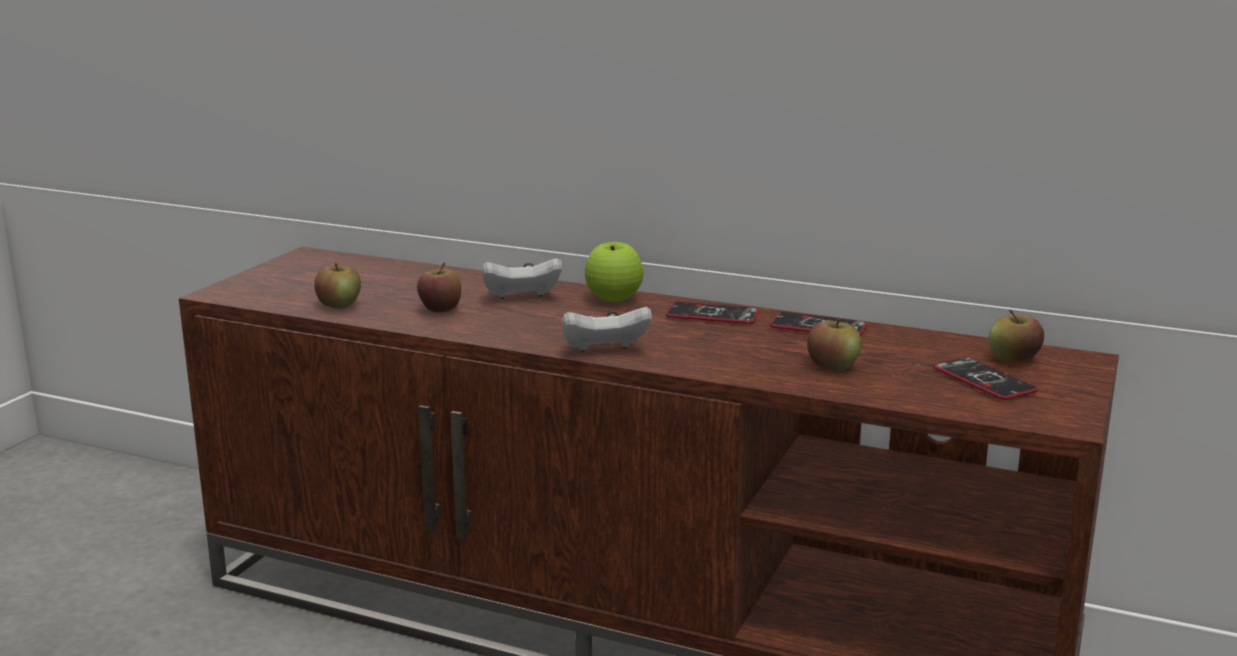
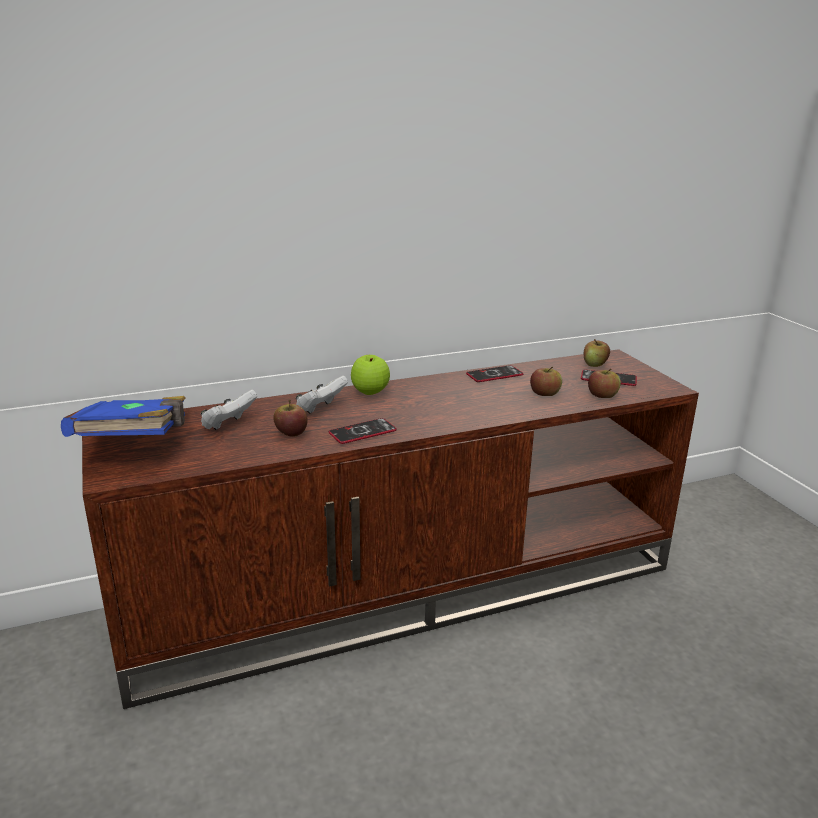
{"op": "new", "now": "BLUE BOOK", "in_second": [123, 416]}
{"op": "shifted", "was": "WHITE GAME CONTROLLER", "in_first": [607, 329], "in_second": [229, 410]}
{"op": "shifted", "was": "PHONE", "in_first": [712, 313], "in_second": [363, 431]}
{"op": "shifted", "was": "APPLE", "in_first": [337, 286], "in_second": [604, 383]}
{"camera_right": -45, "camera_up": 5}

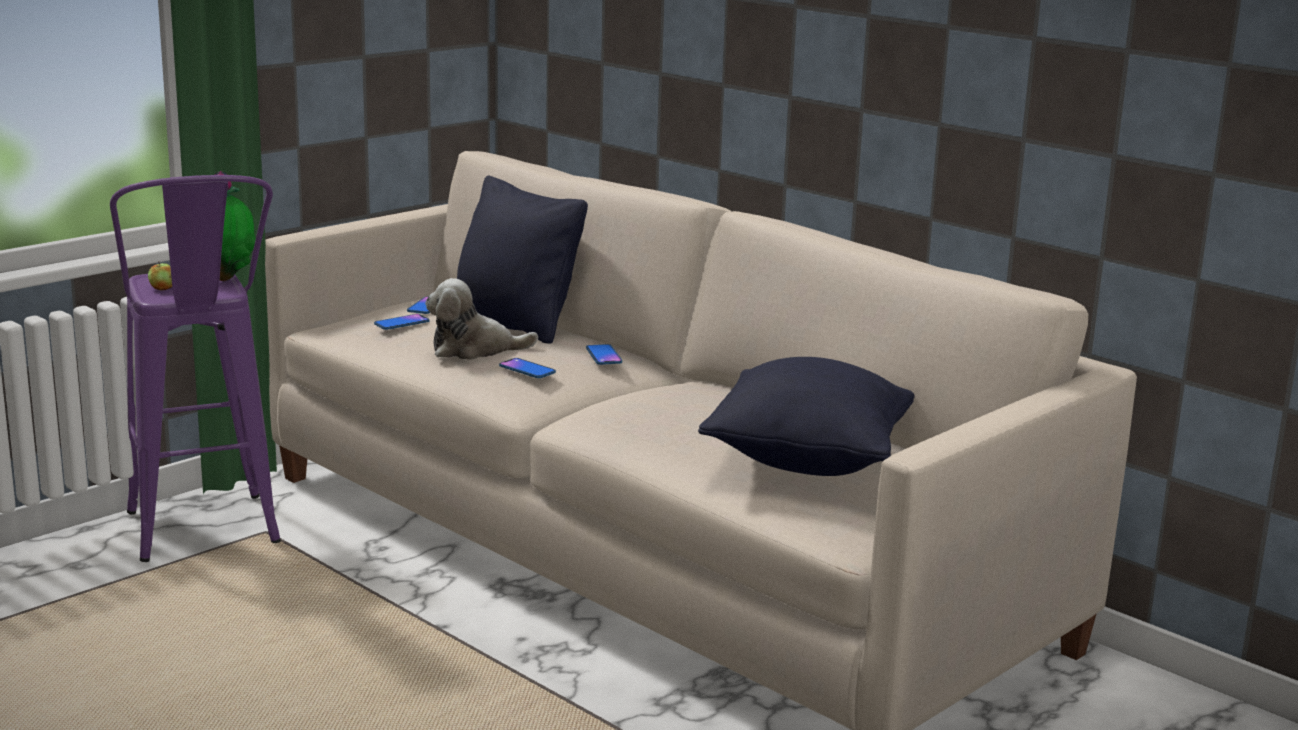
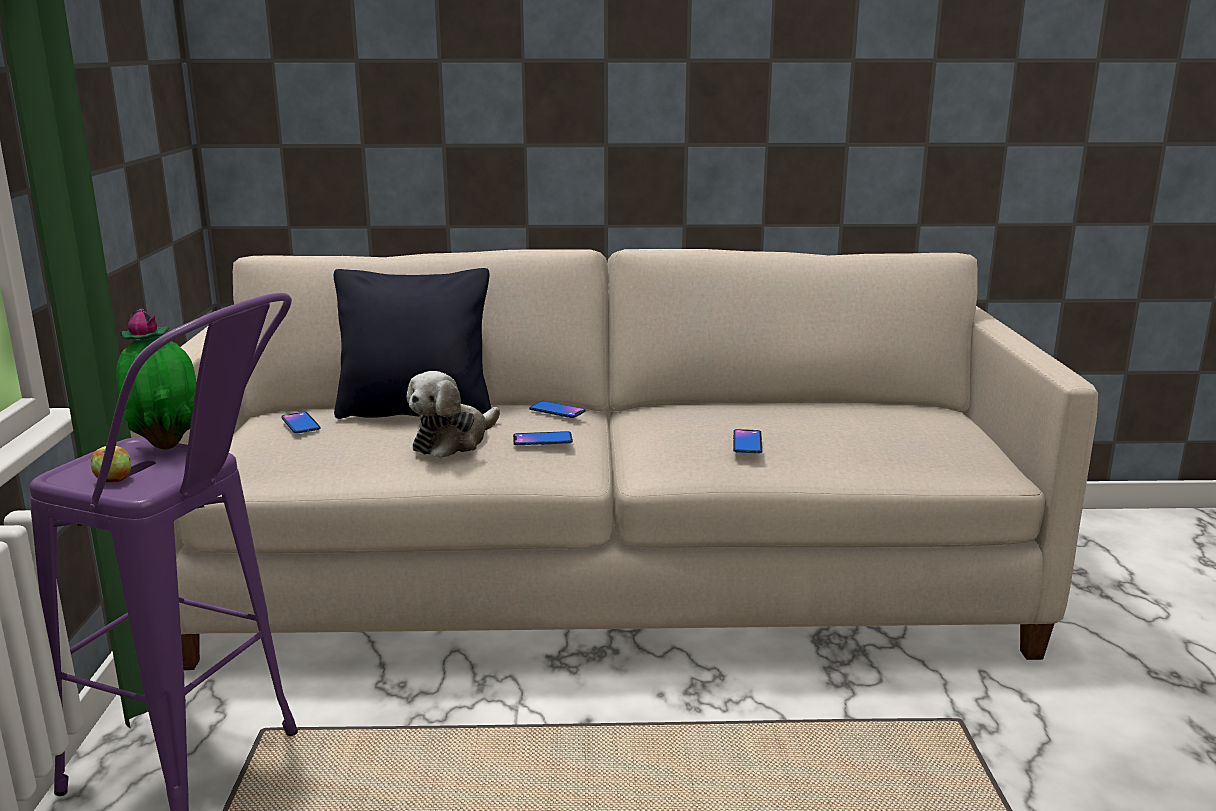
{"op": "shifted", "was": "PHONE", "in_first": [401, 322], "in_second": [747, 441]}
{"op": "gone", "was": "BLACK PILLOW", "in_first": [806, 416]}
{"camera_right": -45, "camera_up": 0}

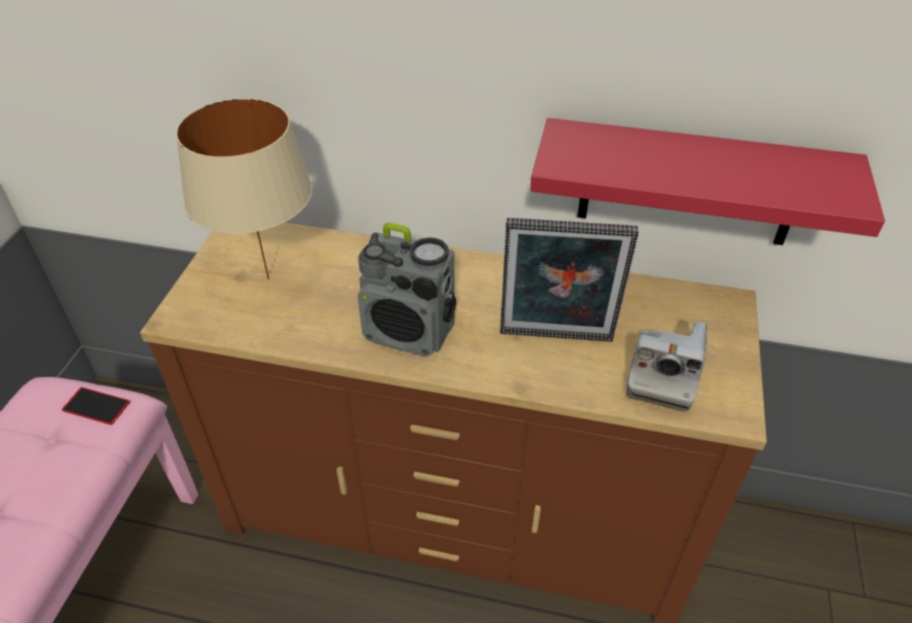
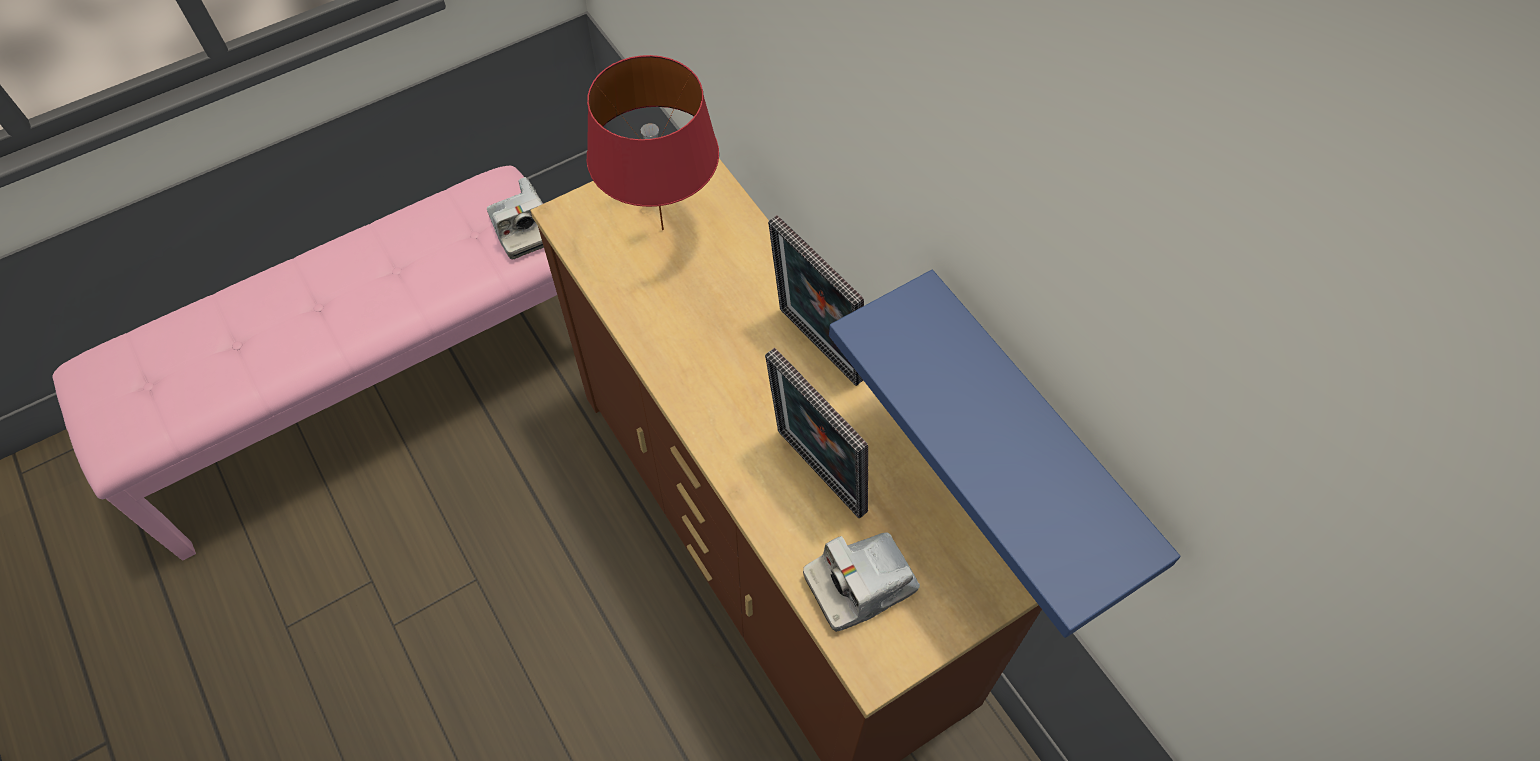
{"op": "swapped", "was": "PHONE", "now": "PHOTO CAMERA", "in_first": [95, 406], "in_second": [515, 218]}
{"op": "repainted", "was": "BEIGE TABLE LAMP", "now": "RED TABLE LAMP", "in_first": [244, 189], "in_second": [653, 142]}
{"op": "new", "now": "PICTURE FRAME", "in_second": [816, 300]}
{"op": "repainted", "was": "RED SHELF", "now": "BLUE SHELF", "in_first": [707, 181], "in_second": [1004, 454]}
{"op": "gone", "was": "RADIO", "in_first": [406, 289]}
{"camera_right": 45, "camera_up": 15}

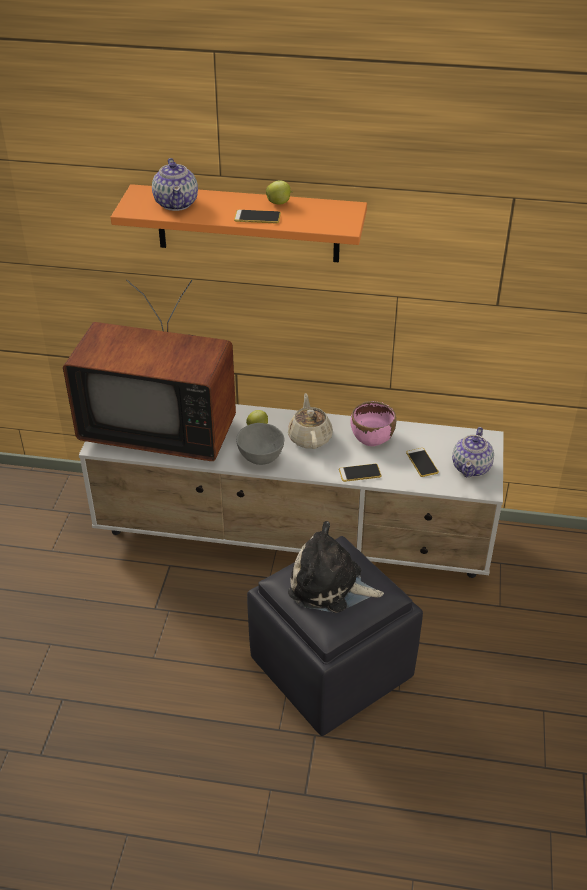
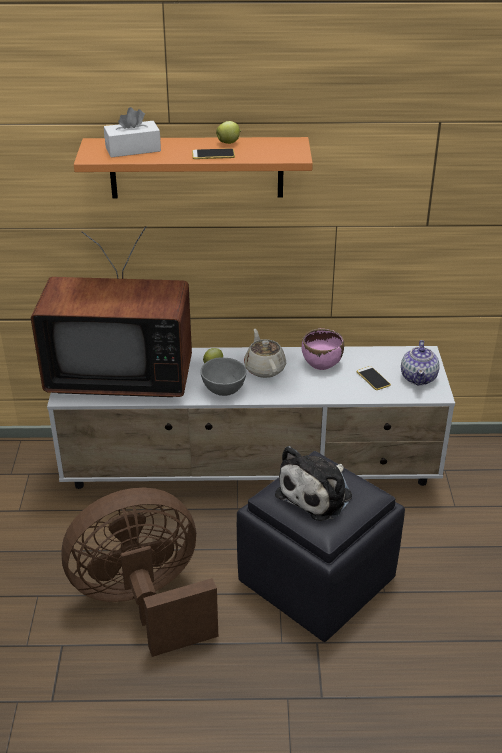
{"op": "new", "now": "BROWN FAN", "in_second": [139, 572]}
{"op": "swapped", "was": "TEAPOT", "now": "WHITE TISSUE BOX", "in_first": [175, 184], "in_second": [132, 132]}
{"op": "rotated", "was": "PLUSH TOY", "in_first": [336, 567], "in_second": [313, 483], "clockwise": -60}
{"op": "gone", "was": "PHONE", "in_first": [360, 473]}
{"camera_right": -10, "camera_up": -5}

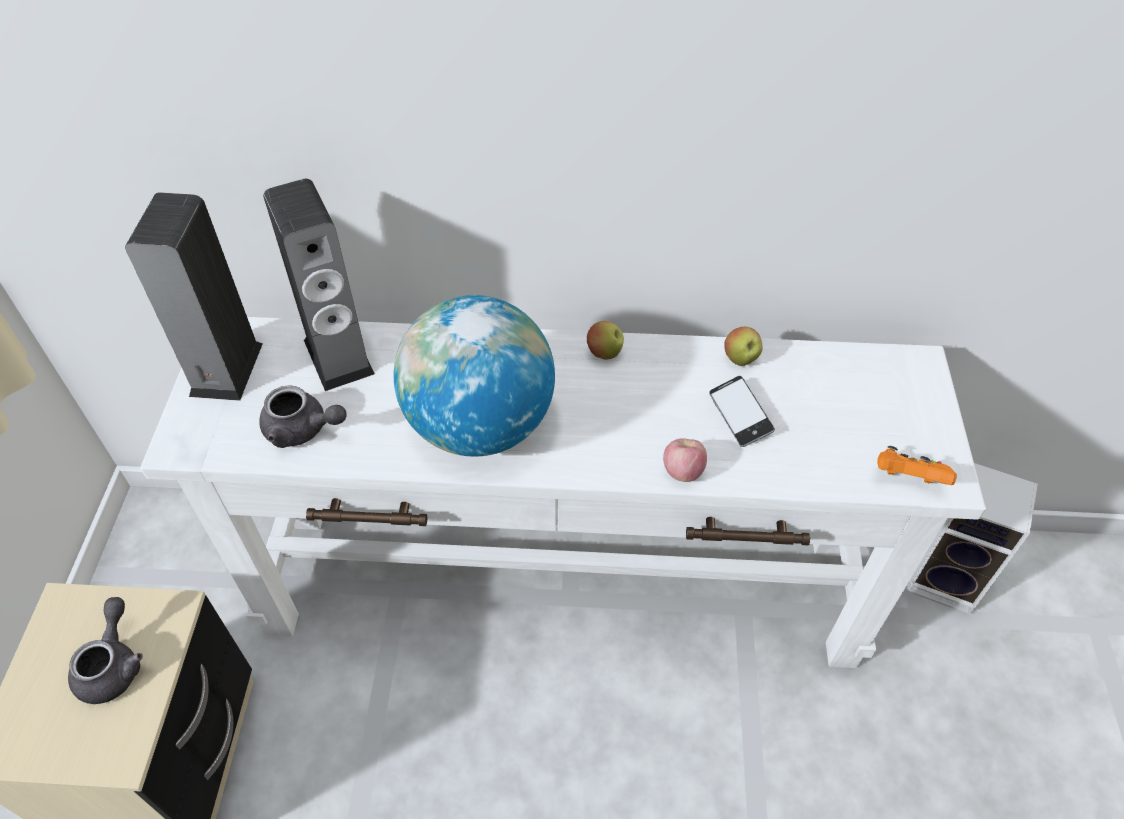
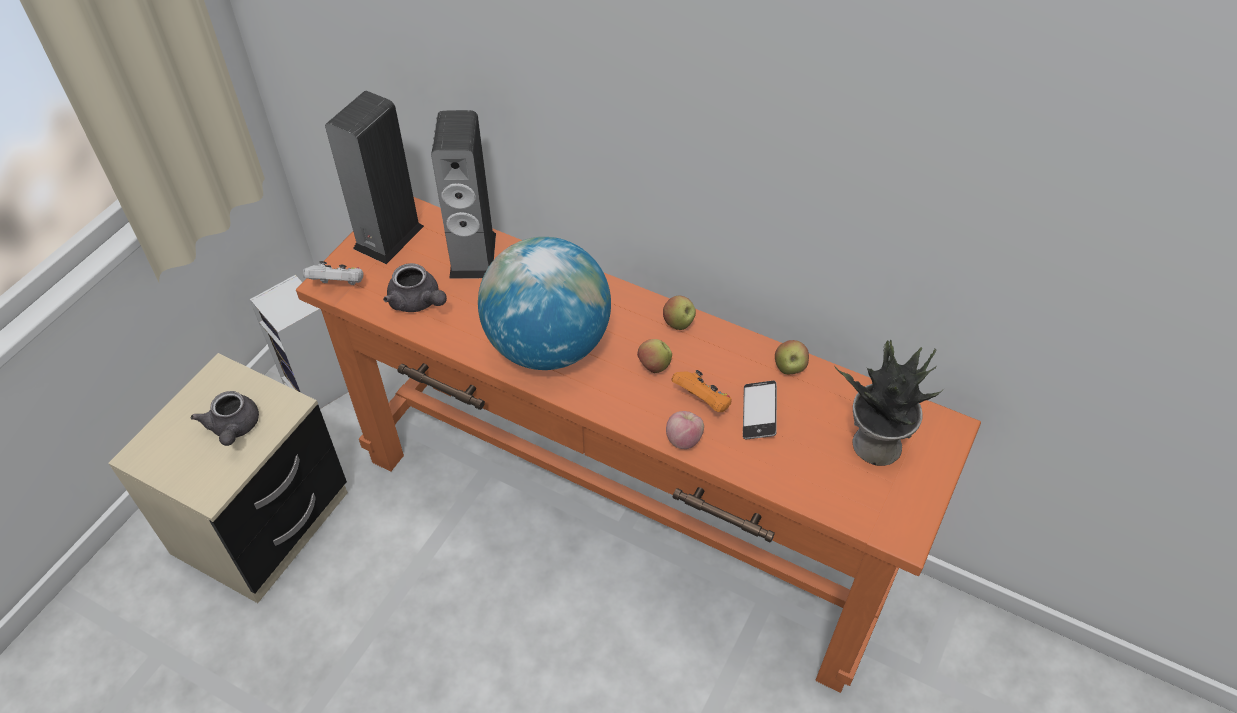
{"op": "rotated", "was": "GREY TEAPOT", "in_first": [105, 650], "in_second": [225, 418], "clockwise": 135}
{"op": "shifted", "was": "SPEAKER", "in_first": [972, 539], "in_second": [298, 342]}
{"op": "repainted", "was": "WHITE CONSOLE TABLE", "now": "ORANGE CONSOLE TABLE", "in_first": [563, 492], "in_second": [638, 445]}
{"op": "new", "now": "WHITE GAME CONTROLLER", "in_second": [333, 273]}
{"op": "new", "now": "APPLE", "in_second": [654, 356]}
{"op": "shifted", "was": "ORANGE GAME CONTROLLER", "in_first": [917, 465], "in_second": [702, 391]}
{"op": "new", "now": "POTTED PLANT", "in_second": [887, 403]}
{"camera_right": 25, "camera_up": 0}

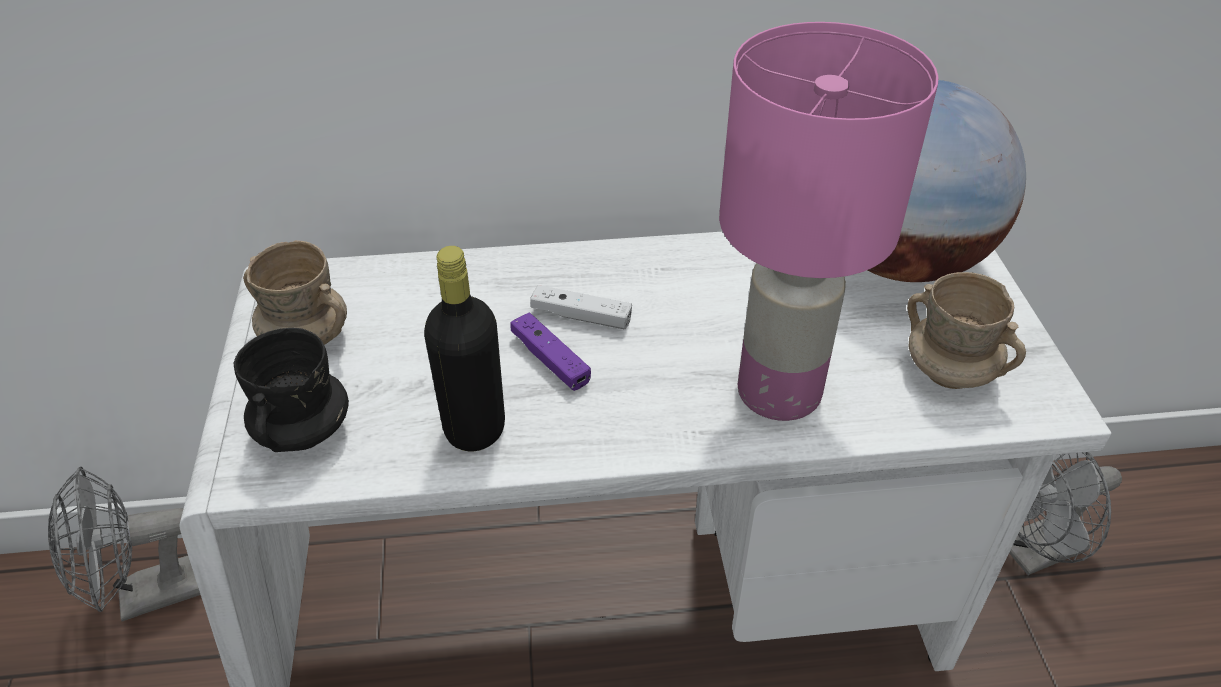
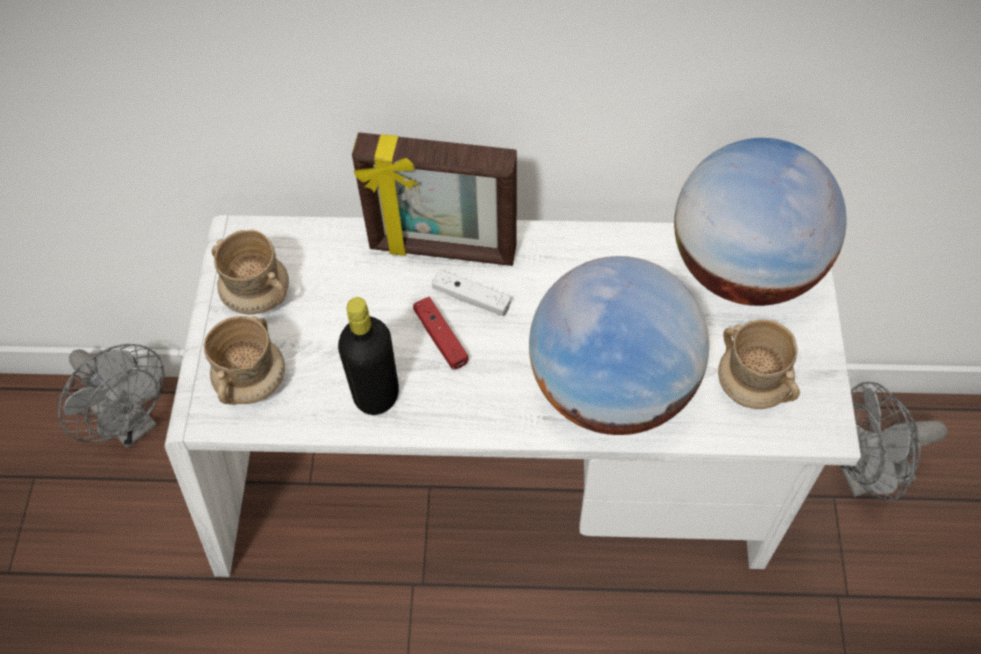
{"op": "rotated", "was": "GREY FAN", "in_first": [124, 544], "in_second": [111, 396], "clockwise": -120}
{"op": "repainted", "was": "BLACK MUG", "now": "BEIGE MUG", "in_first": [291, 390], "in_second": [244, 360]}
{"op": "new", "now": "PICTURE FRAME", "in_second": [434, 199]}
{"op": "repainted", "was": "PURPLE GAME CONTROLLER", "now": "RED GAME CONTROLLER", "in_first": [550, 352], "in_second": [441, 333]}
{"op": "swapped", "was": "PINK TABLE LAMP", "now": "GLOBE", "in_first": [828, 221], "in_second": [619, 345]}
{"camera_right": 10, "camera_up": 15}

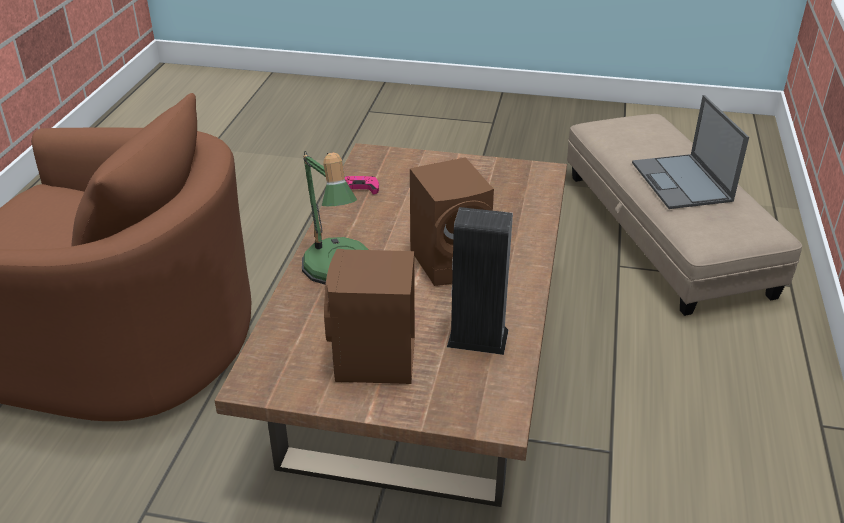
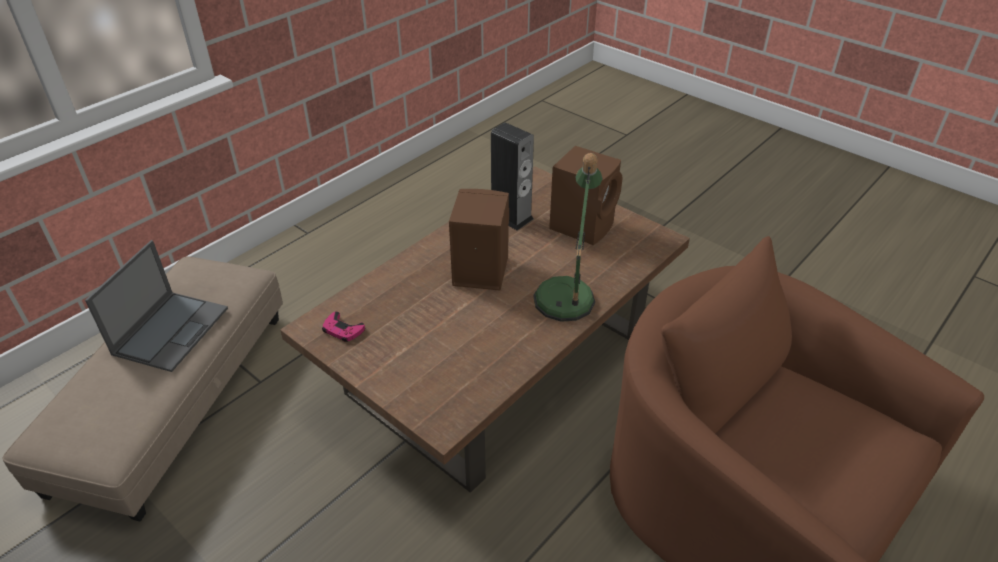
{"op": "shifted", "was": "PINK GAME CONTROLLER", "in_first": [362, 185], "in_second": [343, 326]}
{"camera_right": -150, "camera_up": 5}

